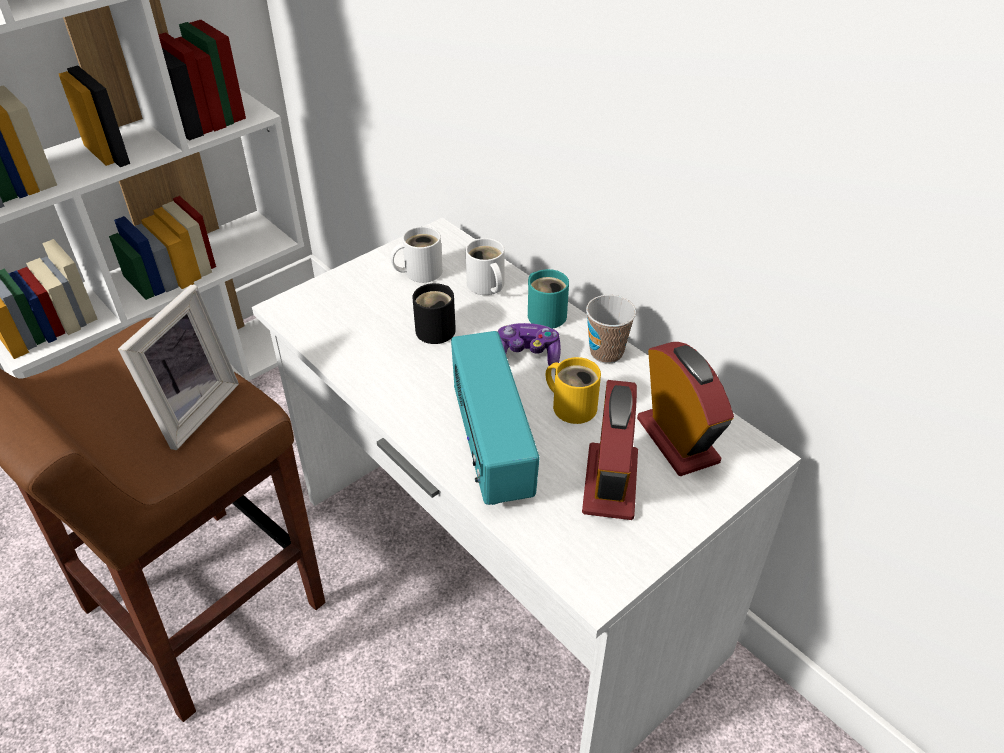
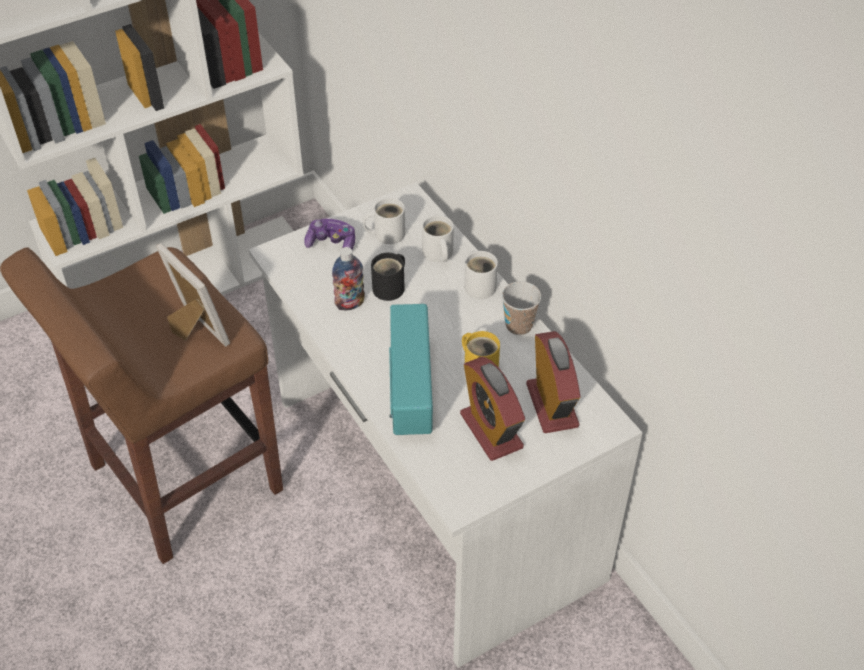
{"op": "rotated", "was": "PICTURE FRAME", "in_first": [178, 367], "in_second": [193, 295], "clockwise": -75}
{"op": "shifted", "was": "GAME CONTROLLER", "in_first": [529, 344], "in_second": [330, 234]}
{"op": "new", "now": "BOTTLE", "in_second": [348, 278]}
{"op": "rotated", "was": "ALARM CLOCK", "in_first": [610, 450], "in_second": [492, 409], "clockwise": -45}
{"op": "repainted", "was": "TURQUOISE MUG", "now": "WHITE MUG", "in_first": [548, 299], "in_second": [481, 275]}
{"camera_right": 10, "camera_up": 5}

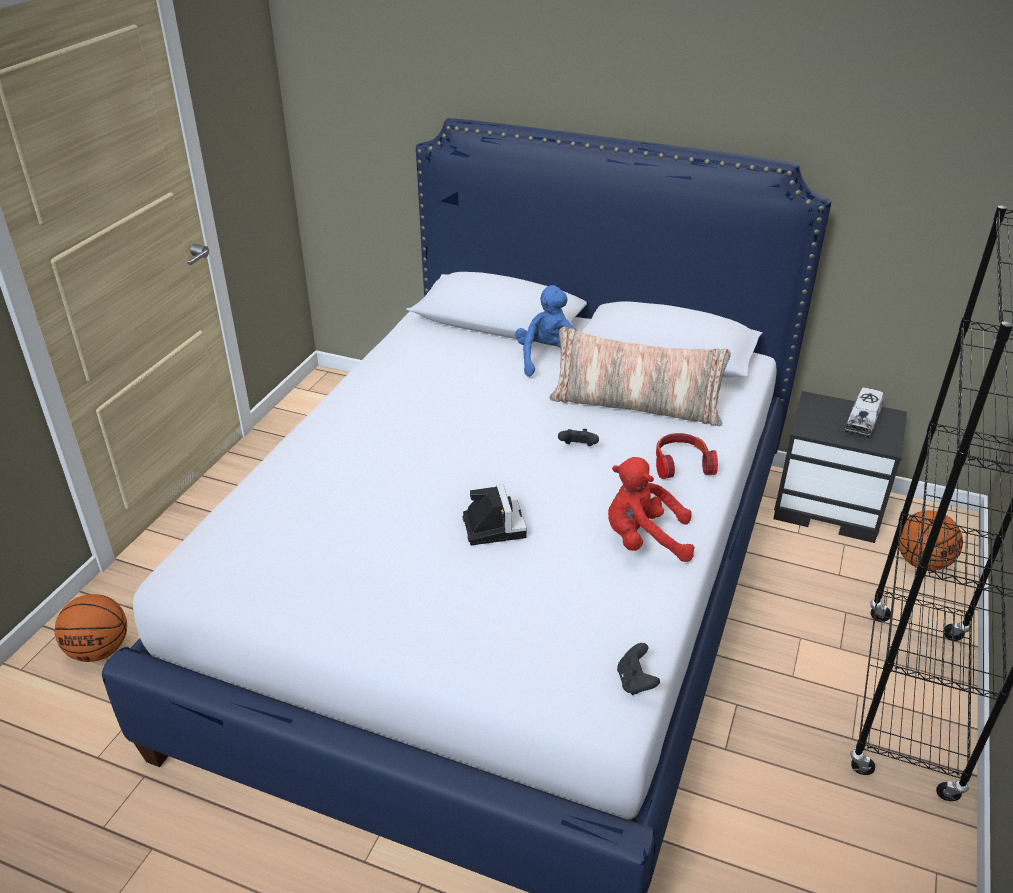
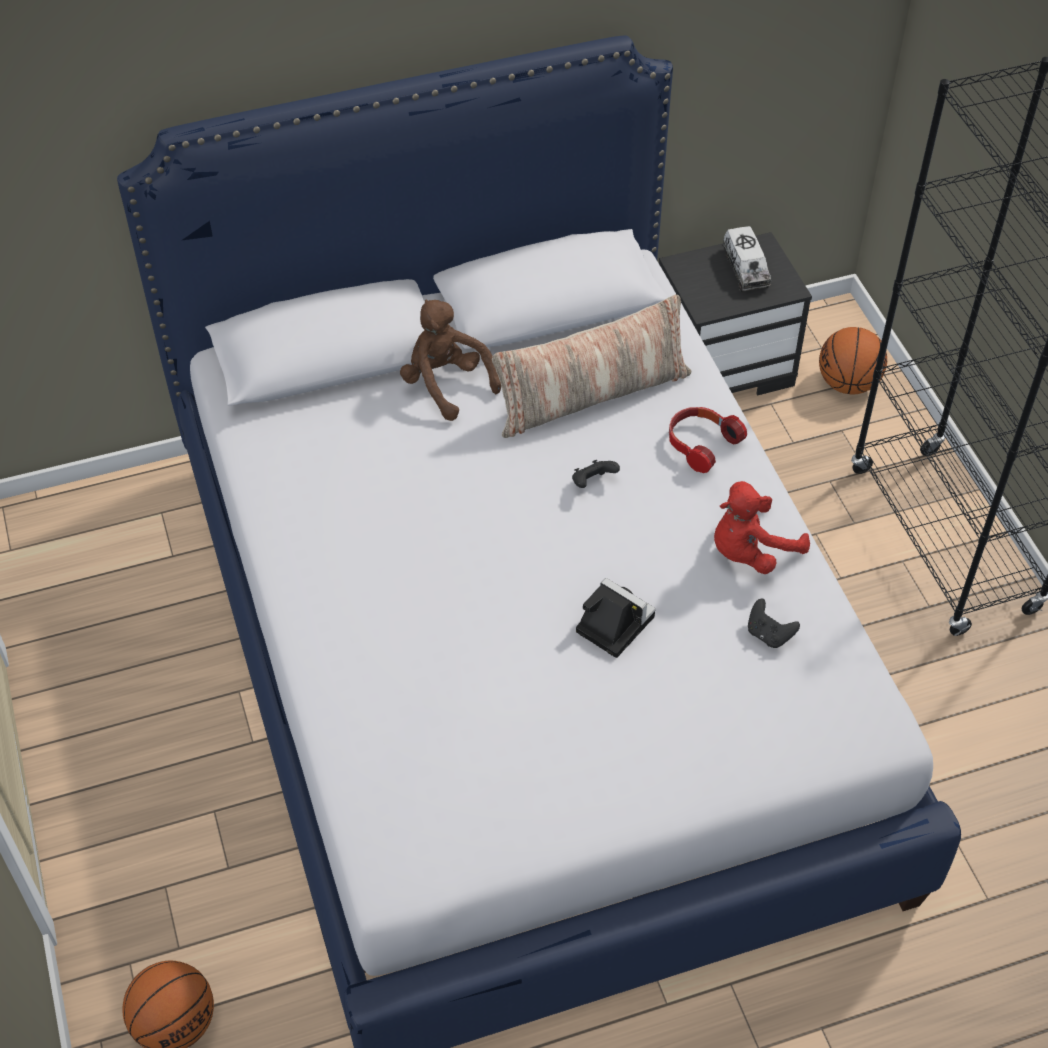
{"op": "repainted", "was": "BLUE PLUSH TOY", "now": "BROWN PLUSH TOY", "in_first": [546, 331], "in_second": [450, 360]}
{"op": "shifted", "was": "BLACK GAME CONTROLLER", "in_first": [638, 669], "in_second": [774, 623]}
{"camera_right": -40, "camera_up": 15}

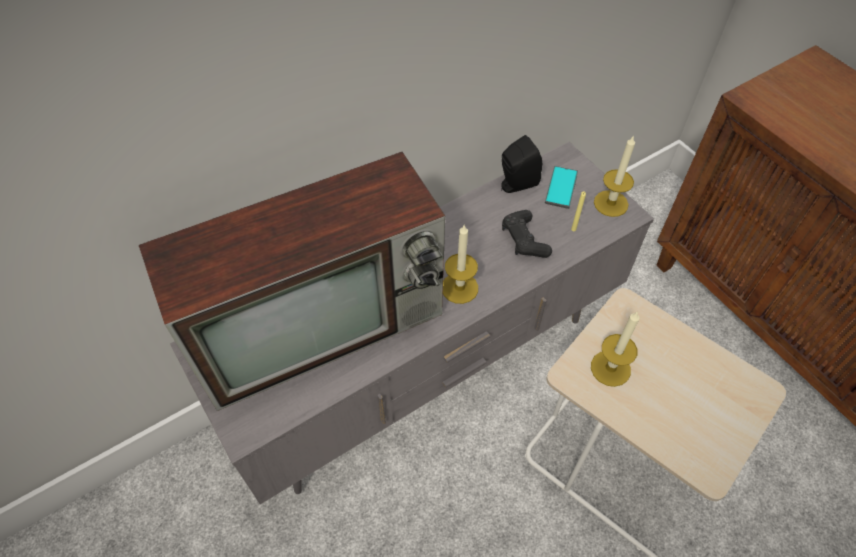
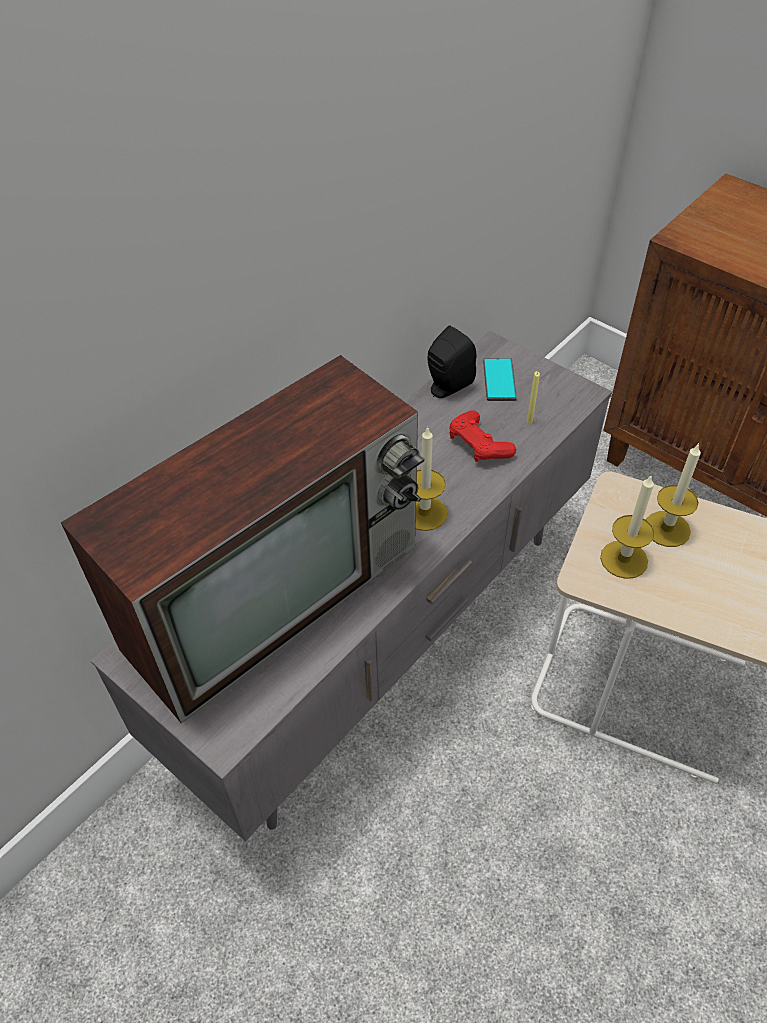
{"op": "repainted", "was": "BLACK GAME CONTROLLER", "now": "RED GAME CONTROLLER", "in_first": [527, 234], "in_second": [482, 436]}
{"op": "shifted", "was": "CANDLE", "in_first": [614, 176], "in_second": [673, 495]}
{"camera_right": -15, "camera_up": -5}

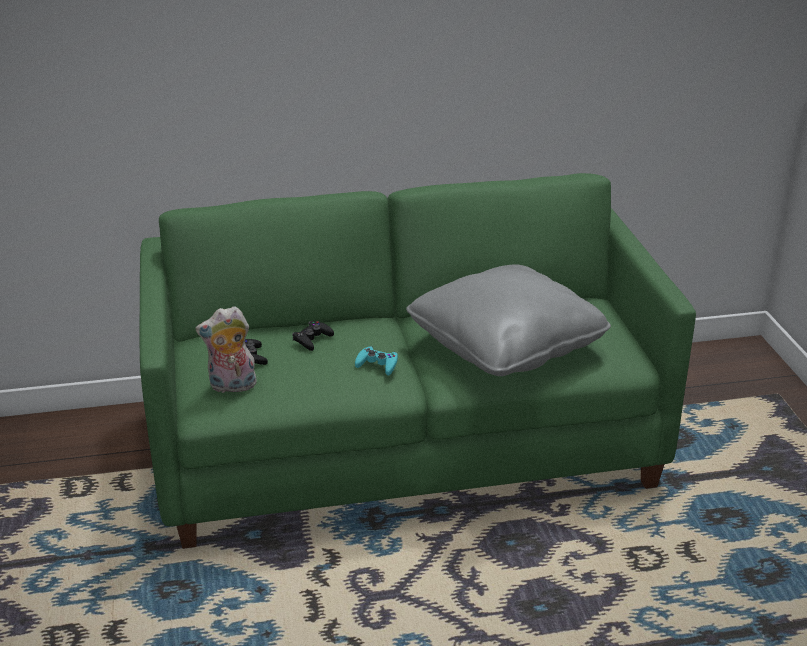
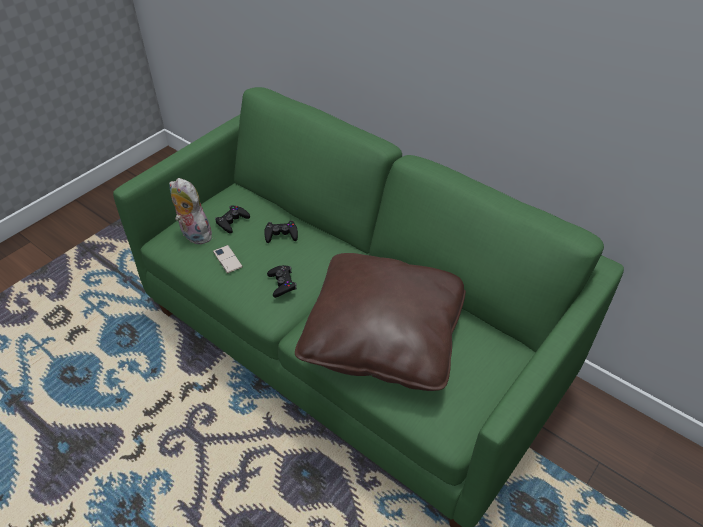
{"op": "new", "now": "PHONE", "in_second": [228, 259]}
{"op": "repainted", "was": "TURQUOISE GAME CONTROLLER", "now": "BLACK GAME CONTROLLER", "in_first": [376, 360], "in_second": [282, 281]}
{"op": "repainted", "was": "GREY PILLOW", "now": "BROWN PILLOW", "in_first": [508, 320], "in_second": [380, 322]}
{"camera_right": 50, "camera_up": 15}

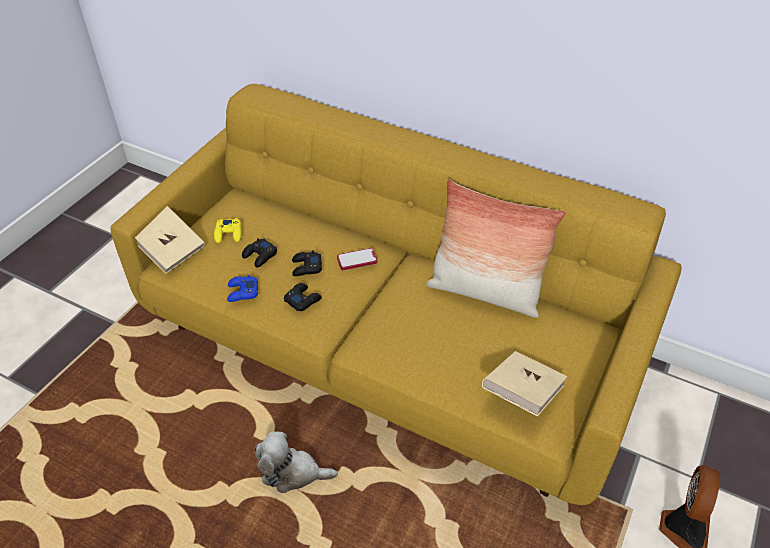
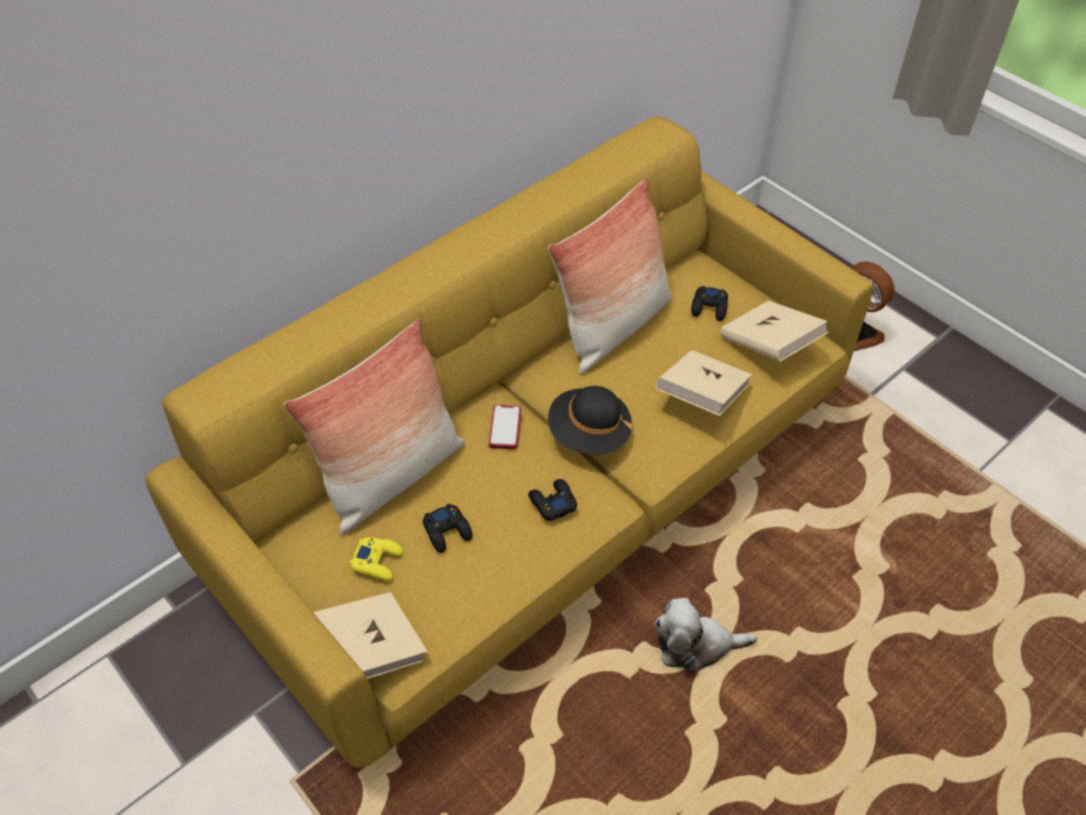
{"op": "new", "now": "PILLOW", "in_second": [374, 427]}
{"op": "new", "now": "BLACK HAT", "in_second": [590, 420]}
{"op": "rotated", "was": "PLUSH TOY", "in_first": [296, 462], "in_second": [706, 636], "clockwise": 60}
{"op": "new", "now": "BEIGE BOOK", "in_second": [704, 383]}
{"op": "shifted", "was": "BLACK GAME CONTROLLER", "in_first": [307, 263], "in_second": [709, 303]}
{"op": "gone", "was": "BLUE GAME CONTROLLER", "in_first": [242, 288]}
{"camera_right": -70, "camera_up": 5}

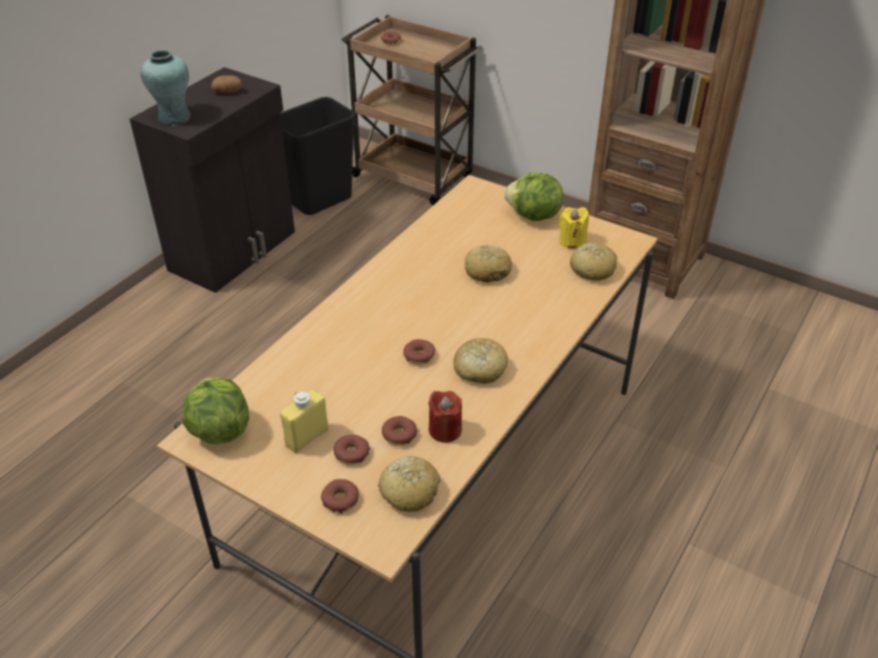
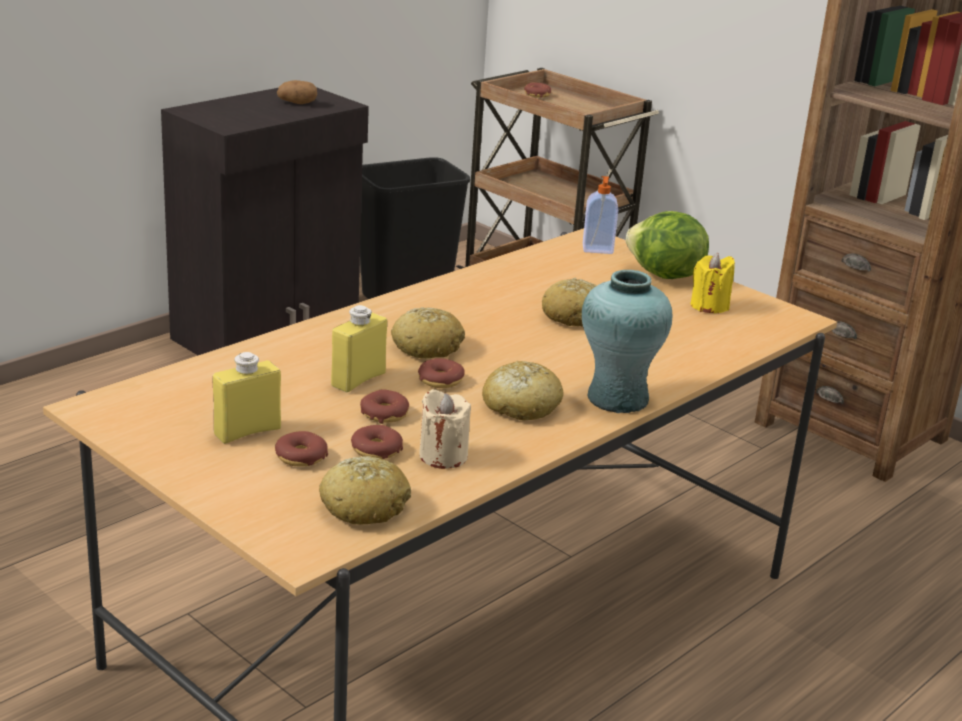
{"op": "new", "now": "YELLOW BOTTLE", "in_second": [359, 348]}
{"op": "shifted", "was": "DONUT", "in_first": [340, 496], "in_second": [384, 406]}
{"op": "shifted", "was": "BREAD", "in_first": [593, 262], "in_second": [428, 332]}
{"op": "repainted", "was": "RED CANDLE", "now": "BEIGE CANDLE", "in_first": [445, 417], "in_second": [445, 429]}
{"op": "shifted", "was": "TURQUOISE VASE", "in_first": [165, 88], "in_second": [627, 341]}
{"op": "new", "now": "SOAP DISPENSER", "in_second": [600, 215]}
{"op": "gone", "was": "LETTUCE", "in_first": [215, 410]}
{"camera_right": 10, "camera_up": -15}

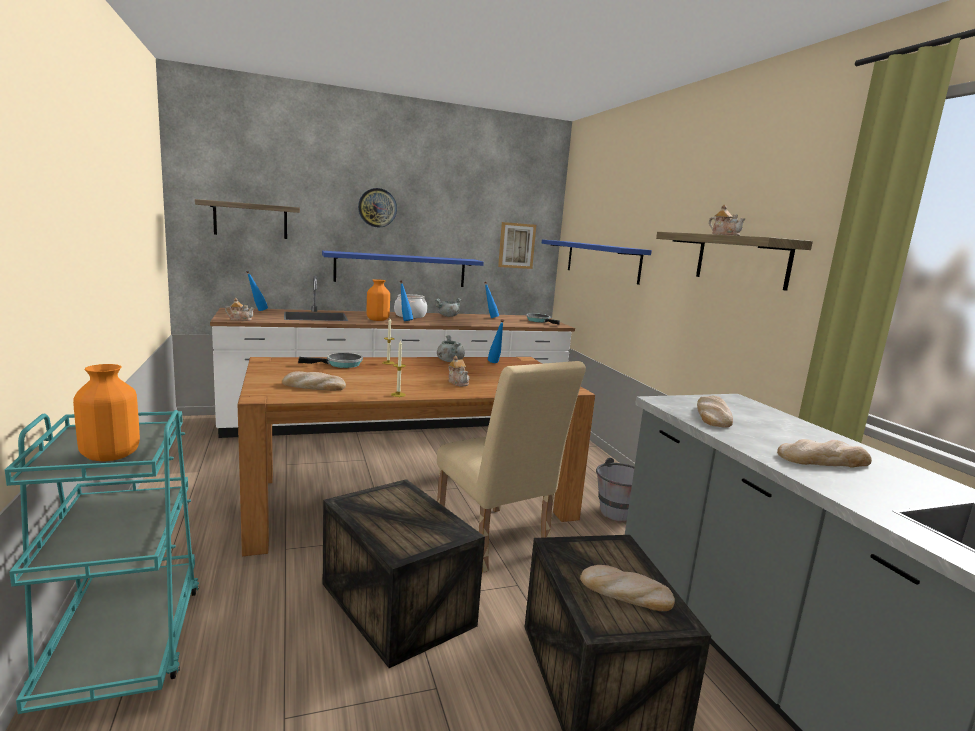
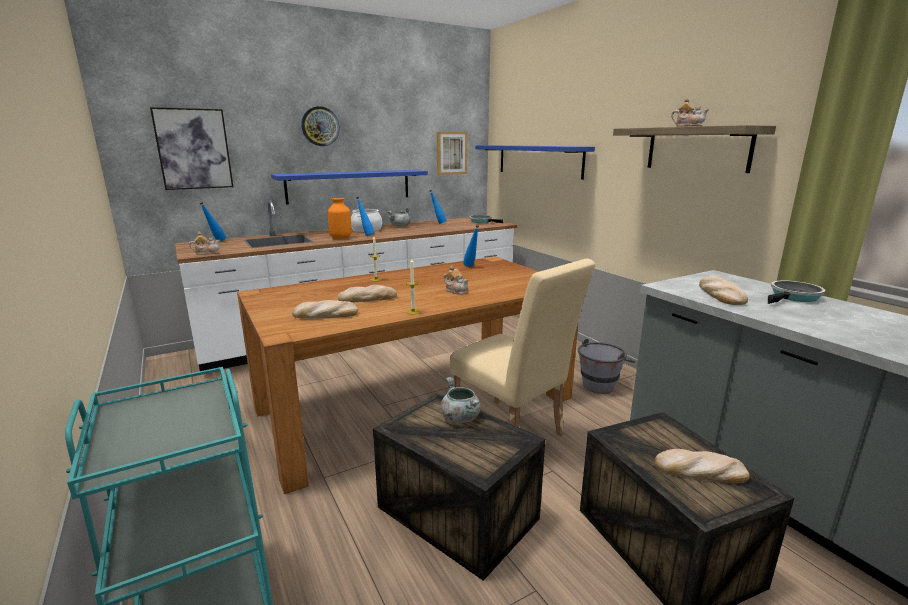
{"op": "swapped", "was": "SHELF", "now": "PICTURE", "in_first": [247, 219], "in_second": [191, 148]}
{"op": "shifted", "was": "BREAD", "in_first": [824, 453], "in_second": [367, 293]}
{"op": "shifted", "was": "GREY COOKING POT", "in_first": [451, 348], "in_second": [461, 400]}
{"op": "shifted", "was": "FRYING PAN", "in_first": [330, 360], "in_second": [796, 292]}
{"op": "gone", "was": "ORANGE VASE", "in_first": [106, 412]}
{"camera_right": -10, "camera_up": 5}

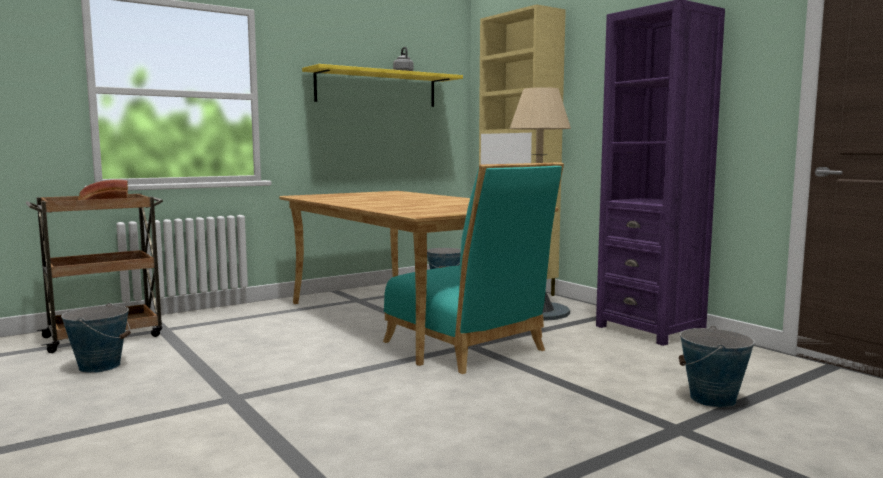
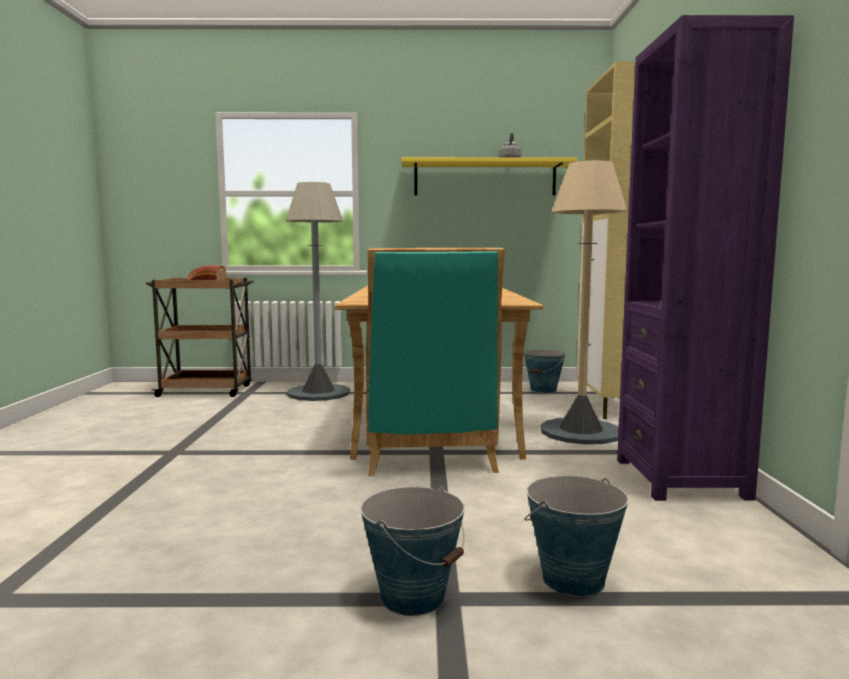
{"op": "new", "now": "GREY FLOOR LAMP", "in_second": [318, 291]}
{"op": "shifted", "was": "BUCKET", "in_first": [96, 338], "in_second": [412, 550]}
{"camera_right": 35, "camera_up": 0}

